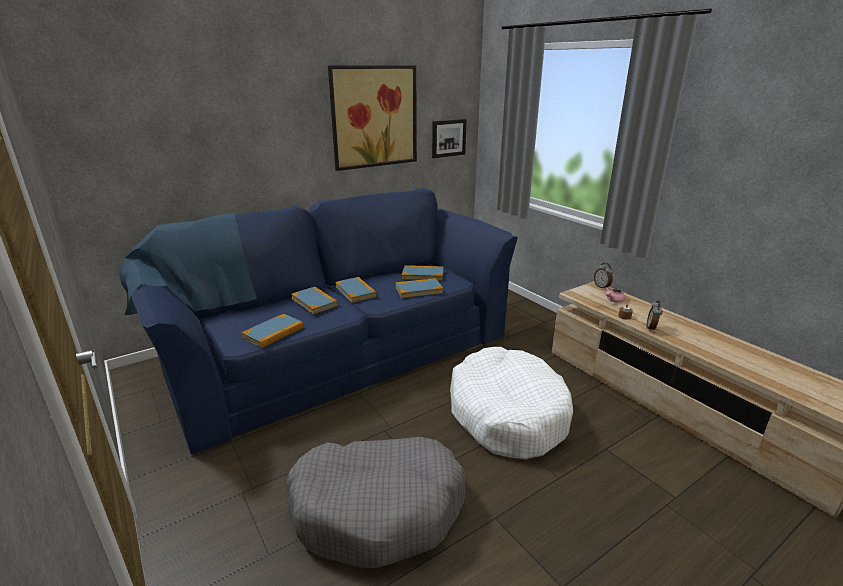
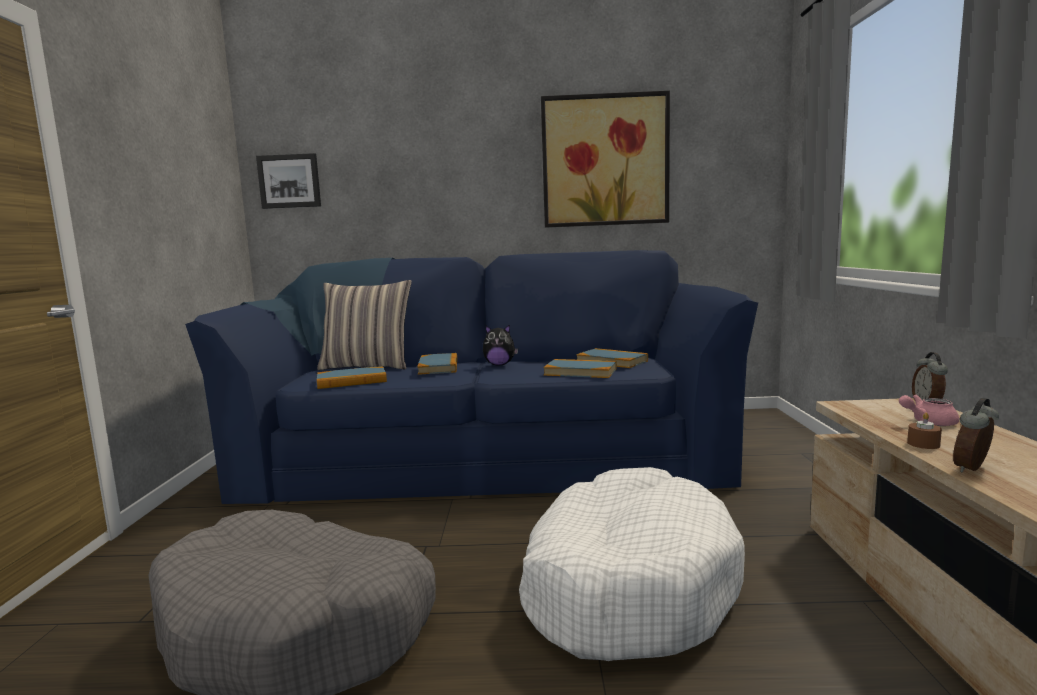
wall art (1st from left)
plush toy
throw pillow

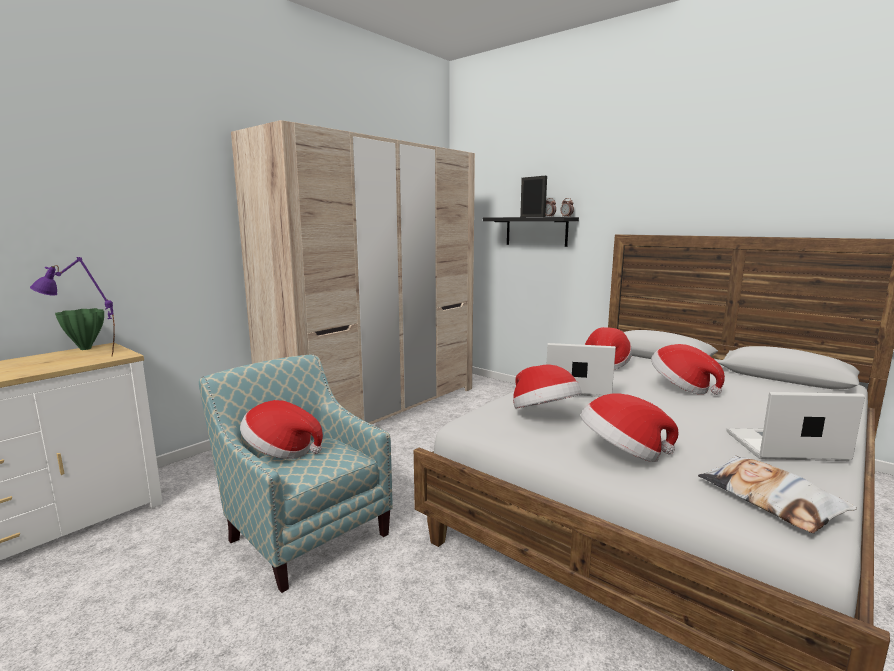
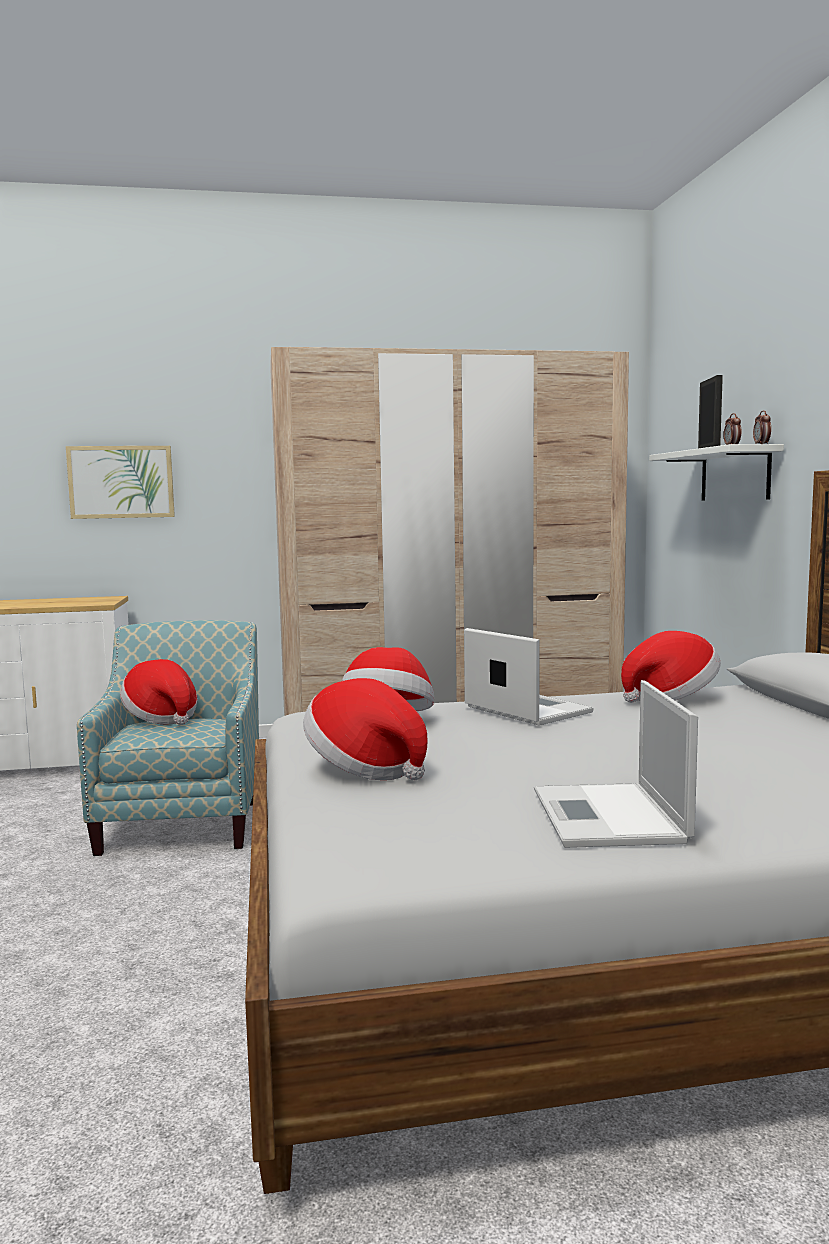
white-coloured bracket shelf
purple table lamp
greenish flower vase
wearable hat (5th from left in the first image)
laptop (2nd from left)
throw pillow
wall art

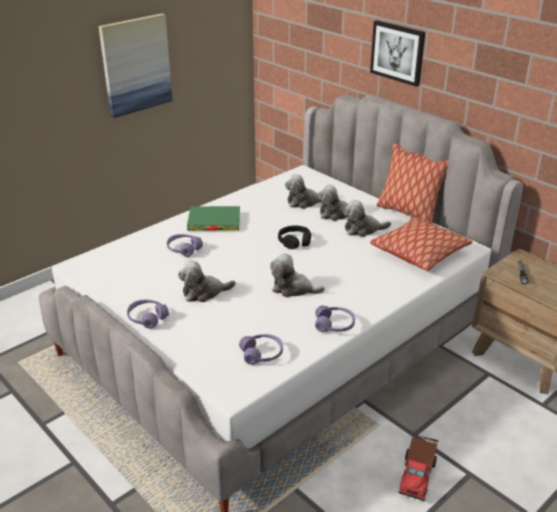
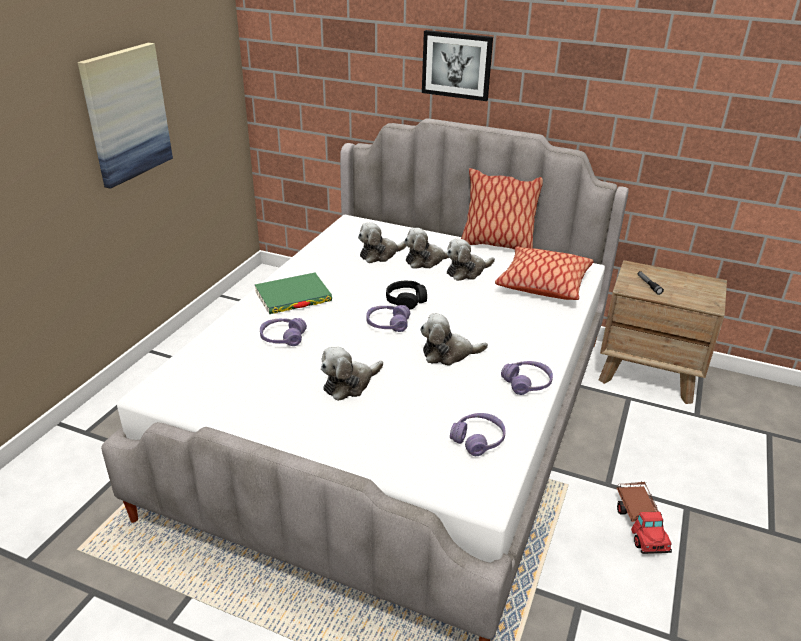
purple pair of headphones (2nd from left)

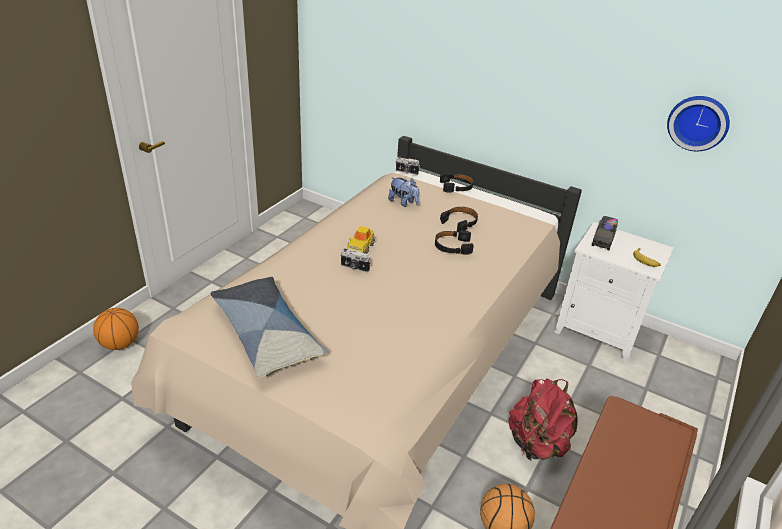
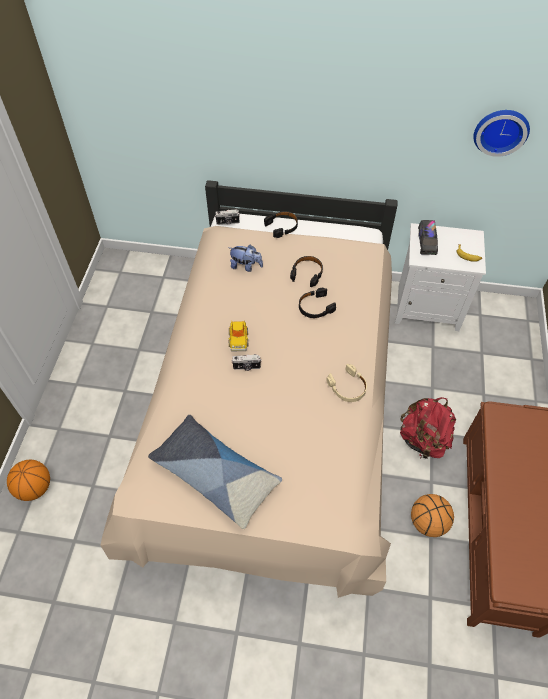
beige-coloured pair of headphones

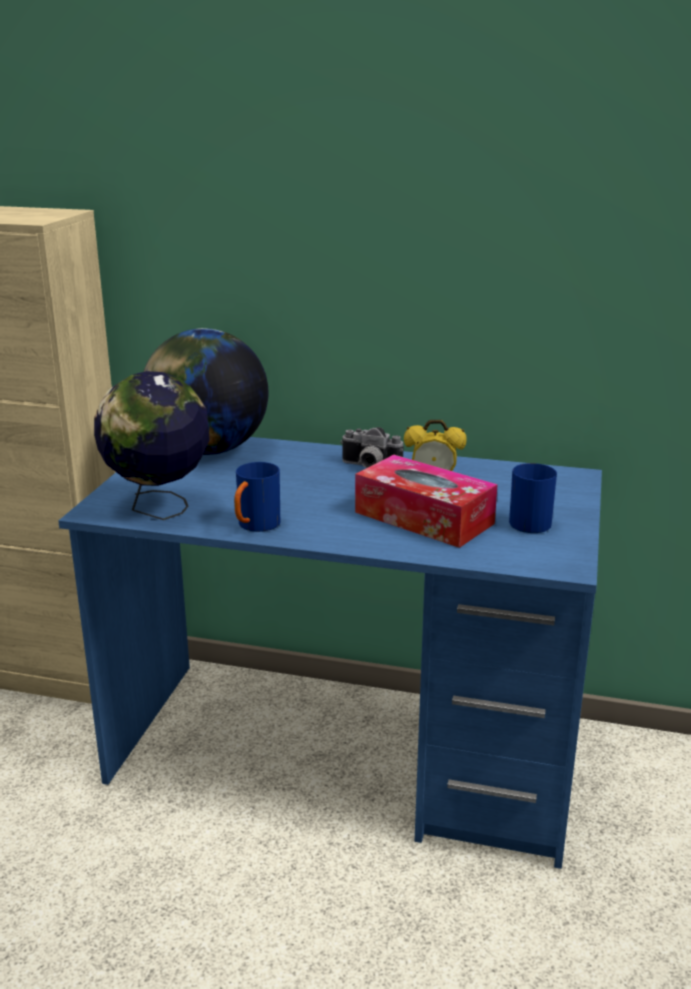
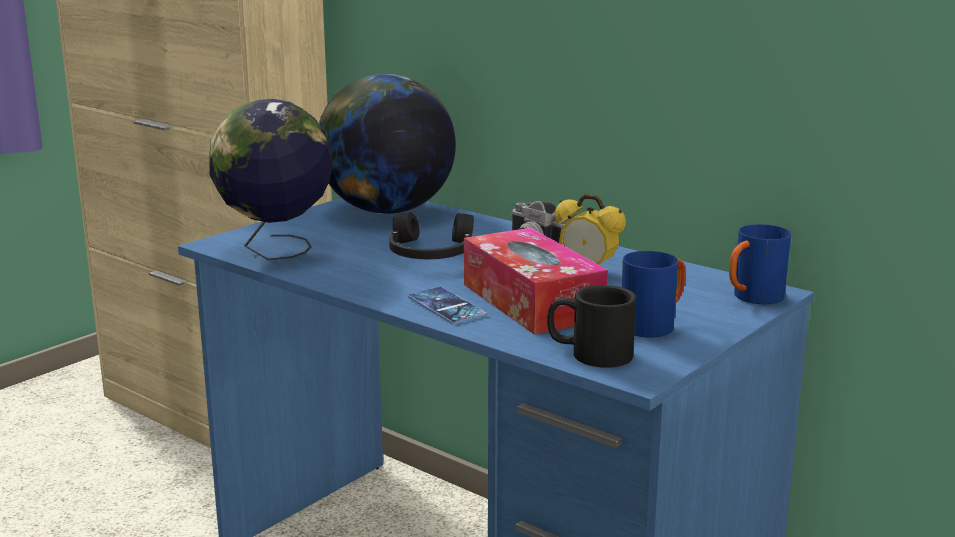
bluish coffee mug (2nd from left)
black-coloured pair of headphones
black-coloured coffee mug
handset

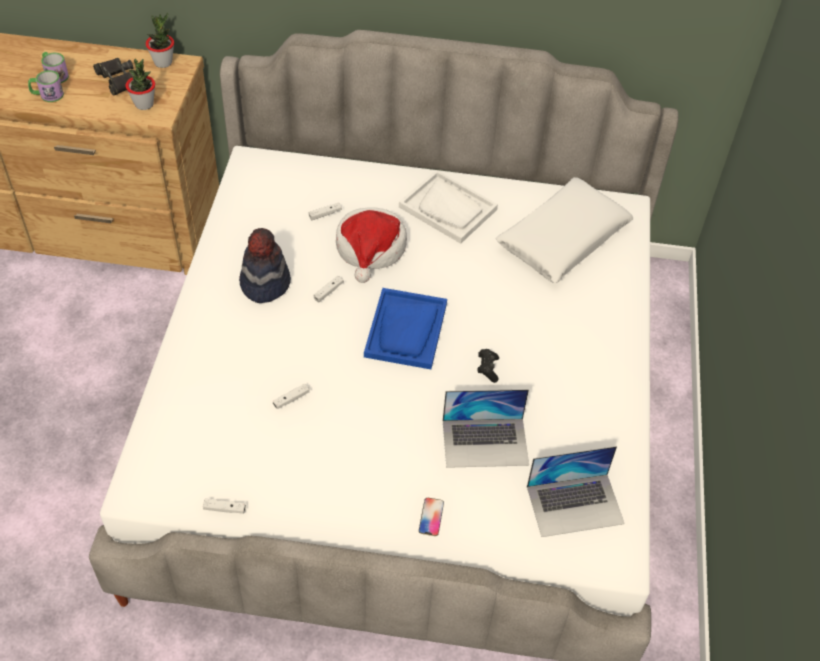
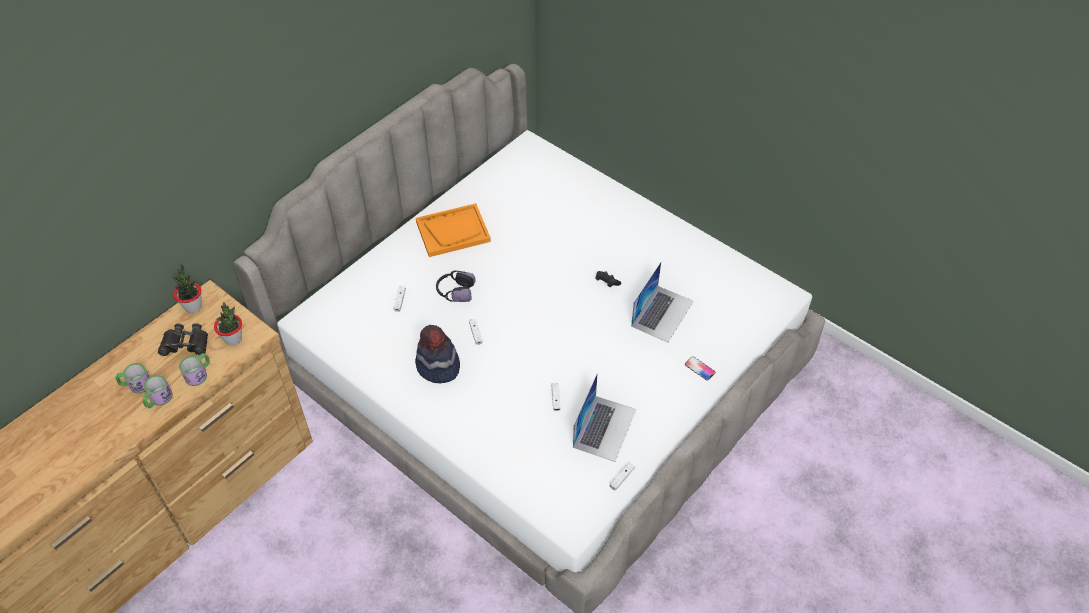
orangey carrying tray
white-coloured throw pillow
pair of headphones
bluish carrying tray
laptop (1st from left)
coffee mug (3rd from left)

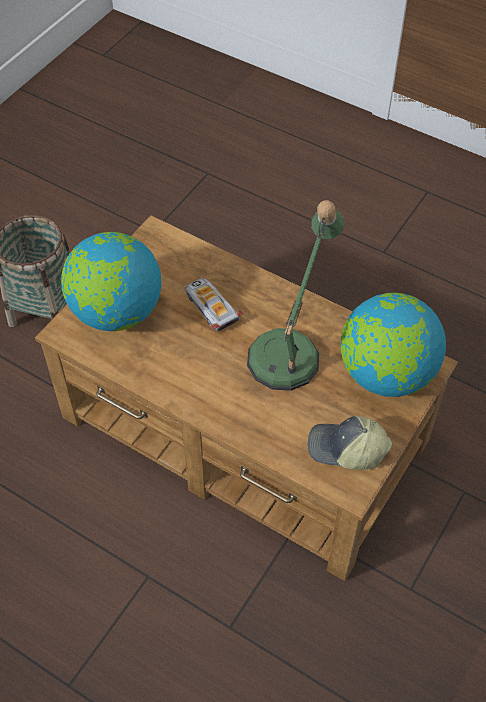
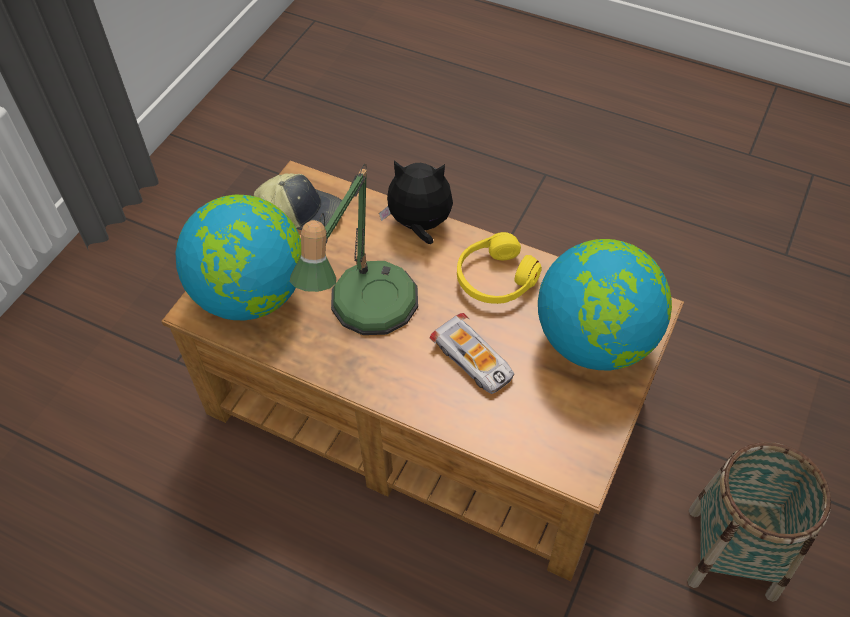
plush toy
yellow-coloured pair of headphones

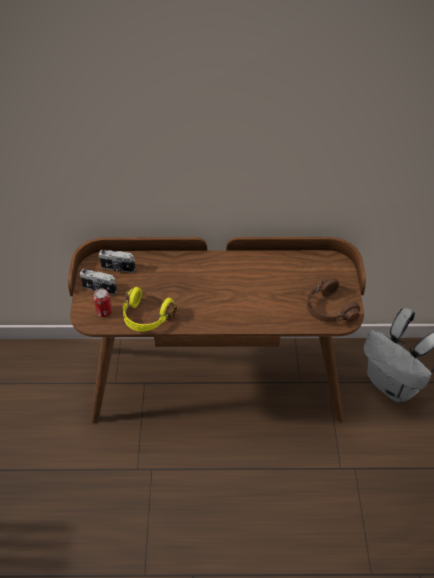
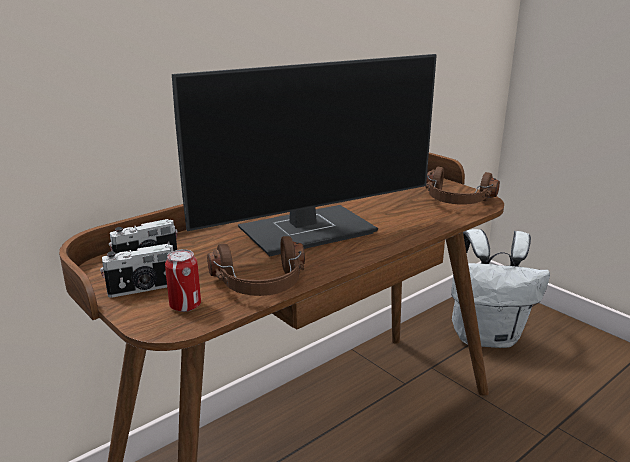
brown pair of headphones (1st from left)
computer display

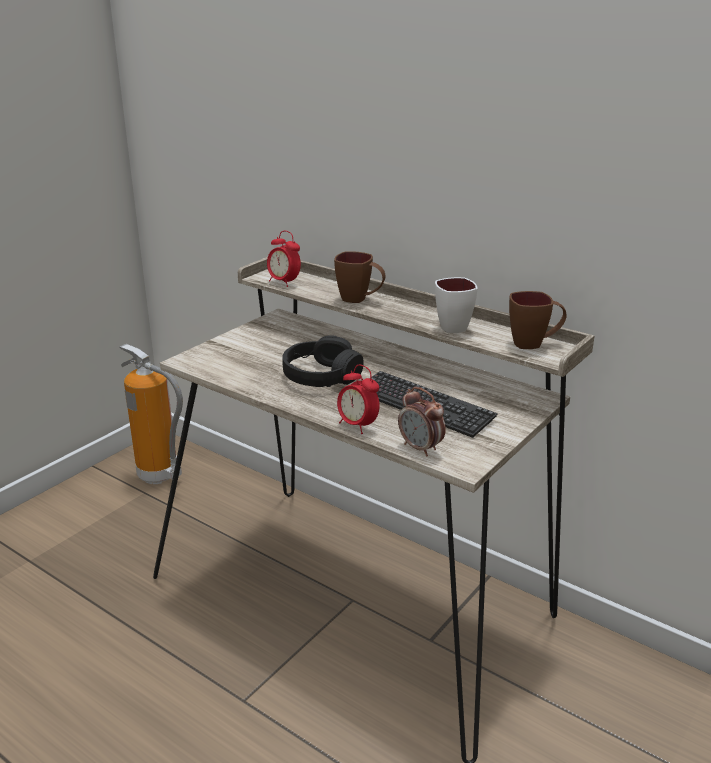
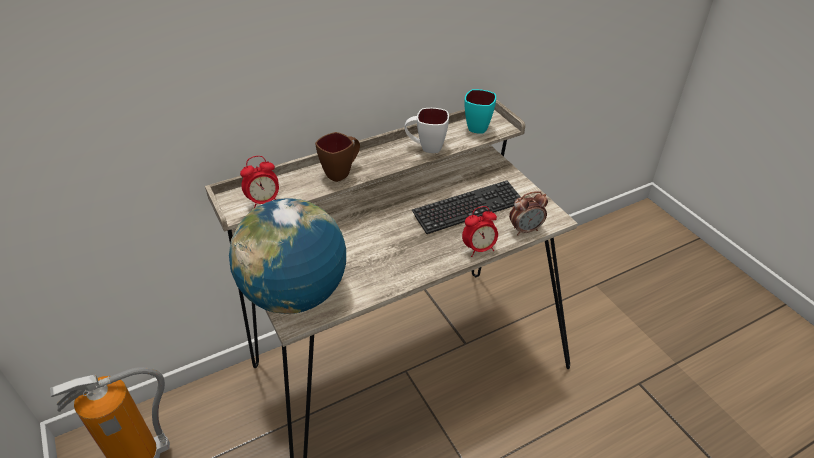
turquoise-coloured coffee mug
black-coloured pair of headphones
desk globe

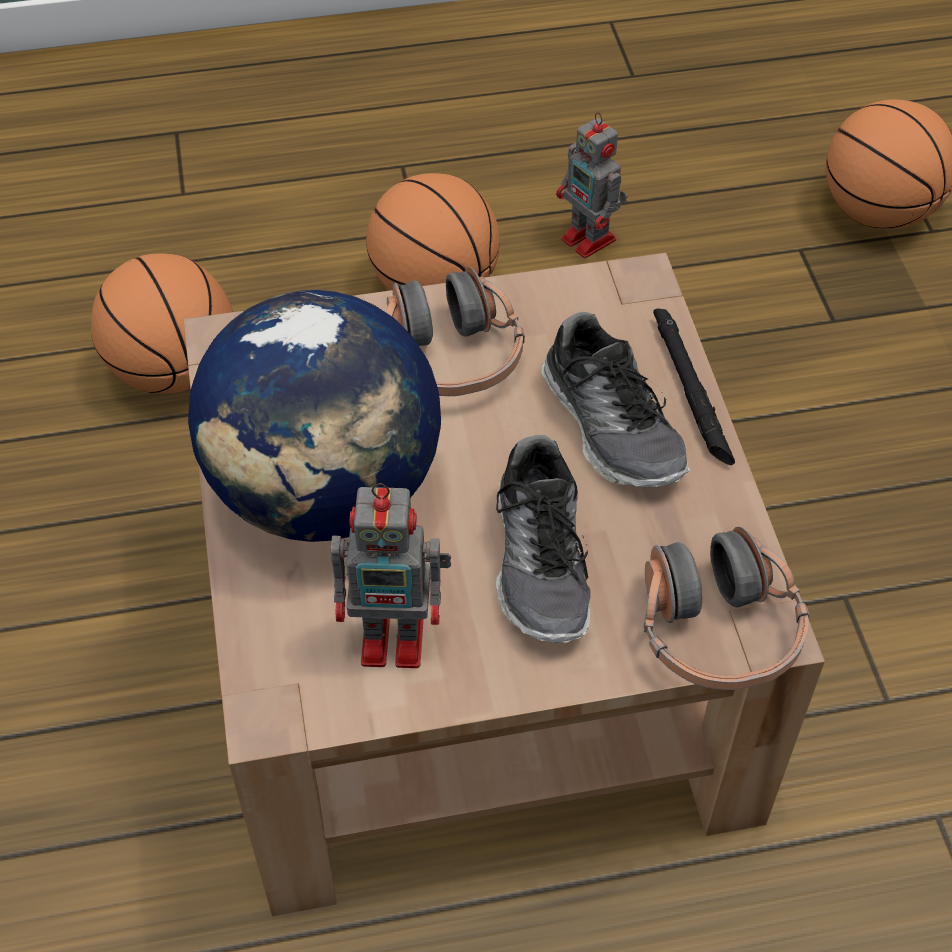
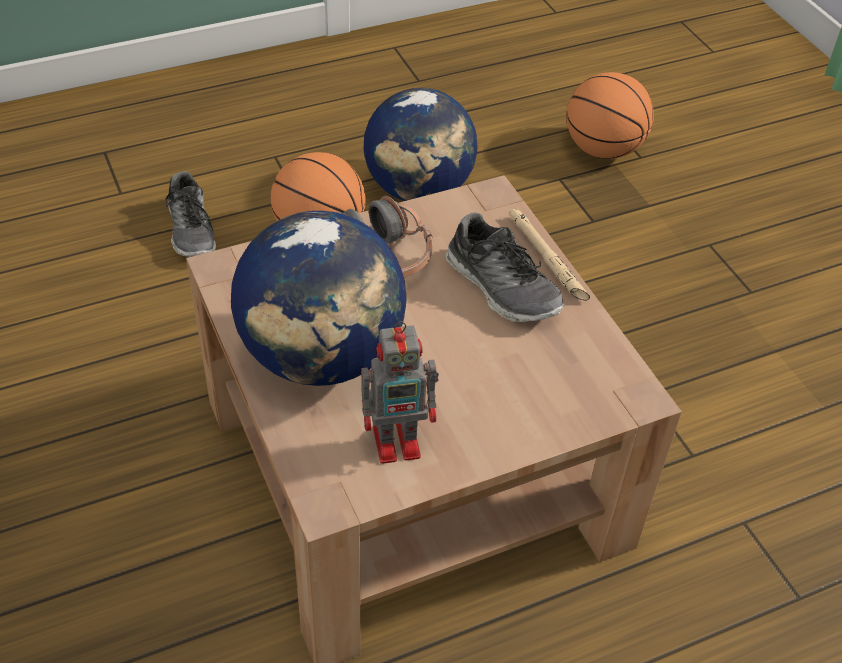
desk globe (2nd from left)
basketball (1st from left in the first image)
beige-coloured flashlight
low shoe (1st from left)
pair of headphones (2nd from left in the first image)

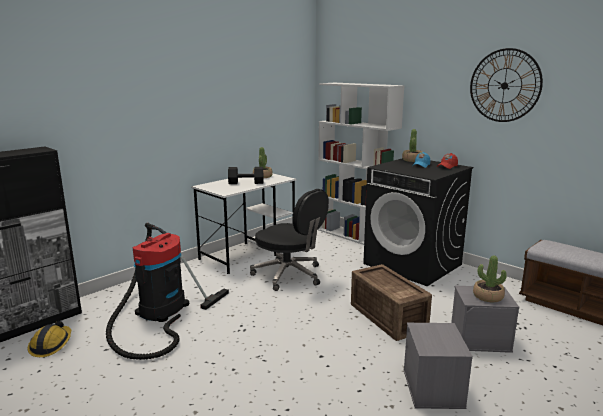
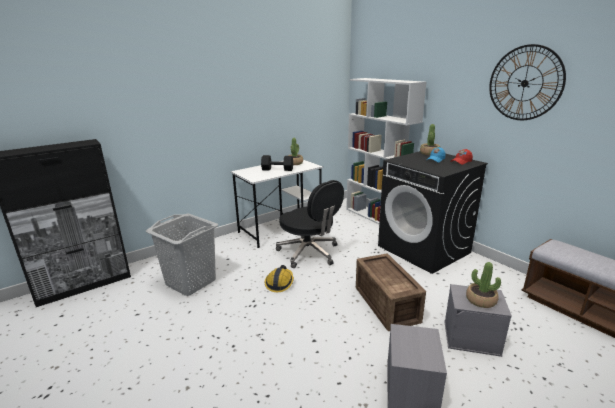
greyish hamper
work helmet

